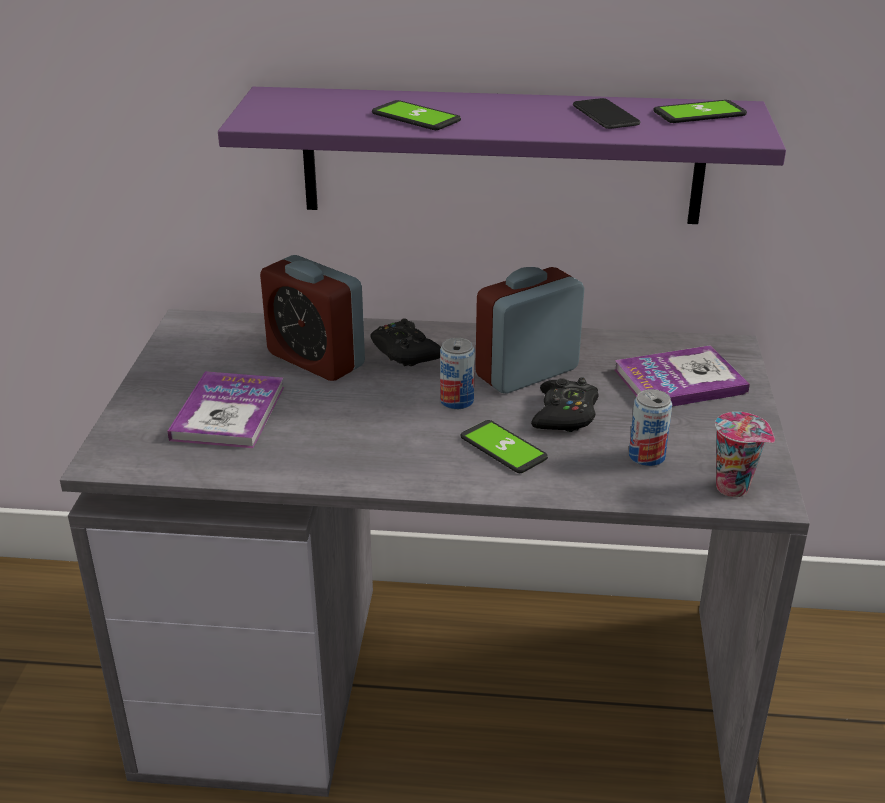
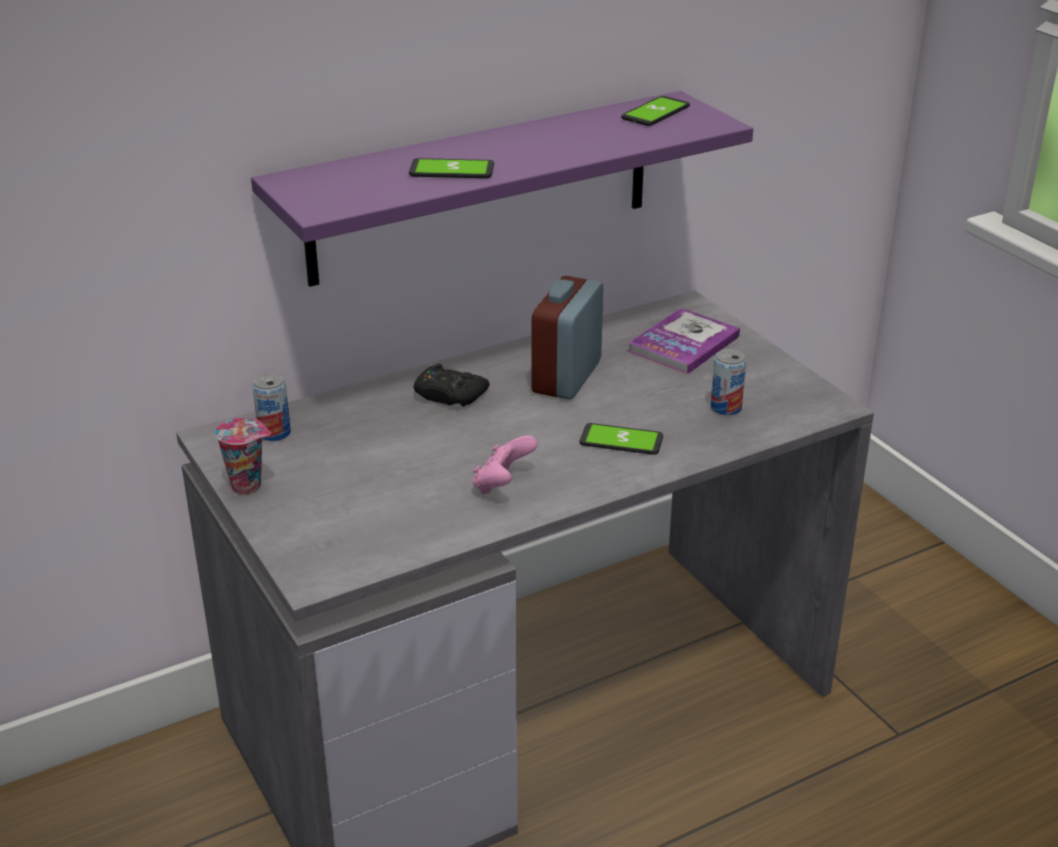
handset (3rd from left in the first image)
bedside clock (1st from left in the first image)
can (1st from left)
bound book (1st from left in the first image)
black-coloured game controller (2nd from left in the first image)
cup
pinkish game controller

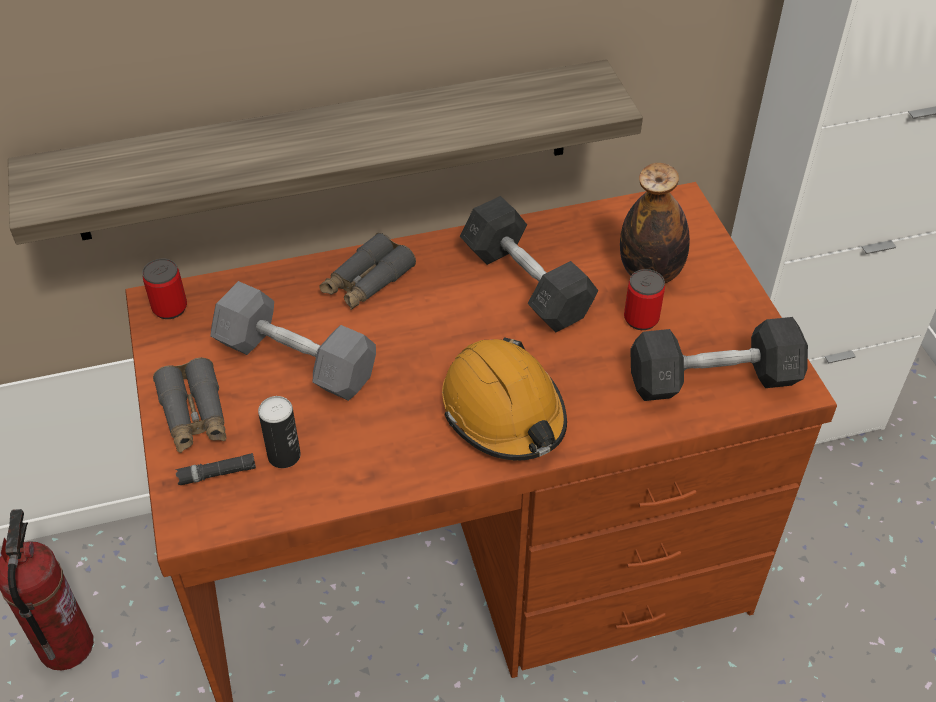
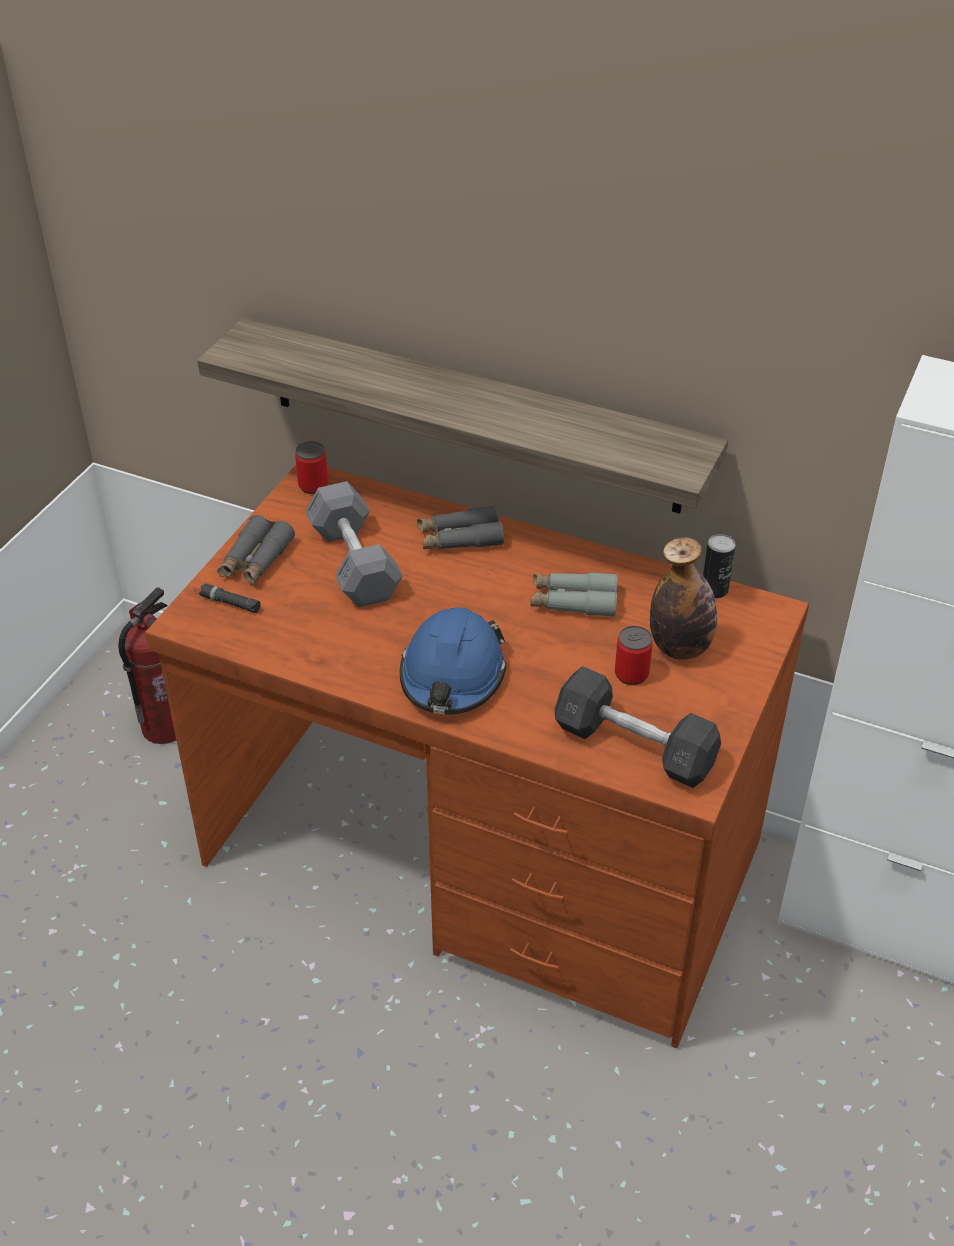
greyish binoculars (3rd from left)
bluish work helmet
can (3rd from left)

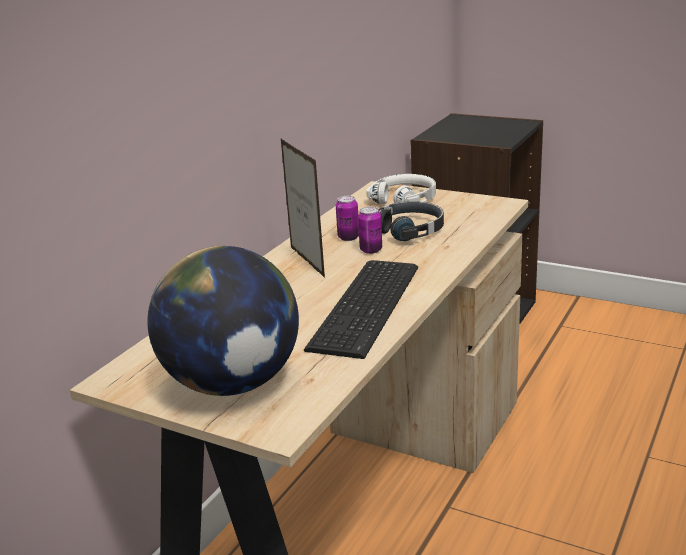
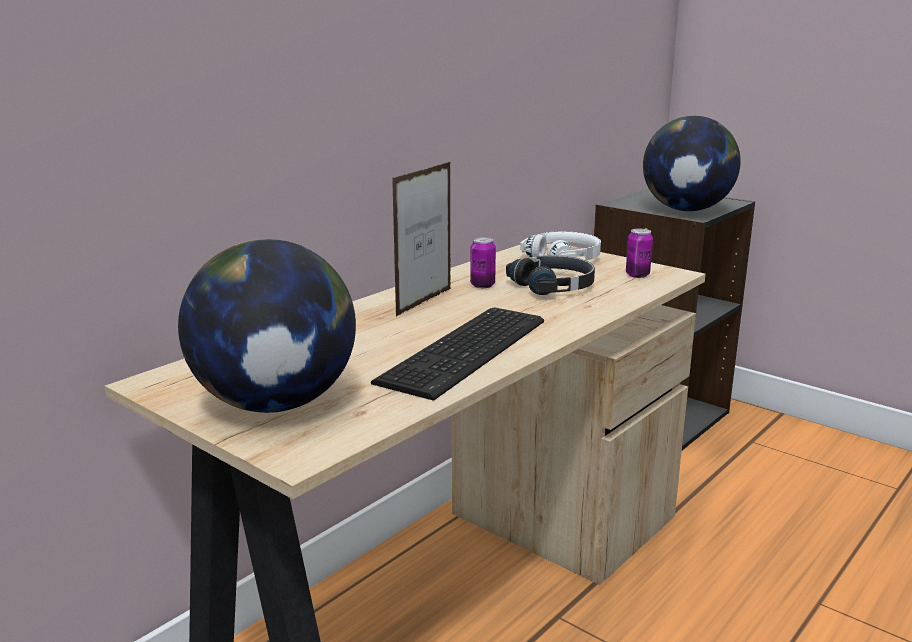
picture frame
can (2nd from left)
desk globe (2nd from left)

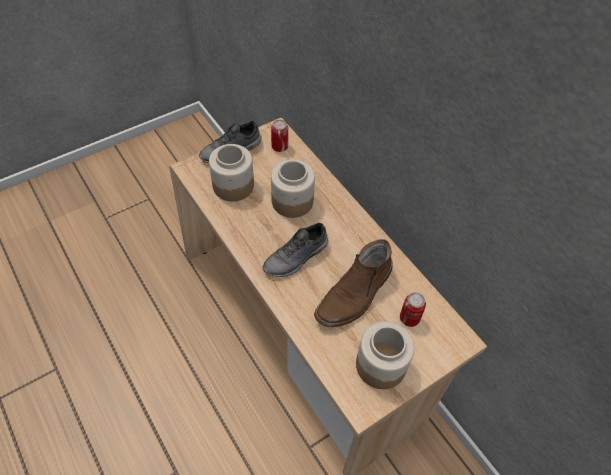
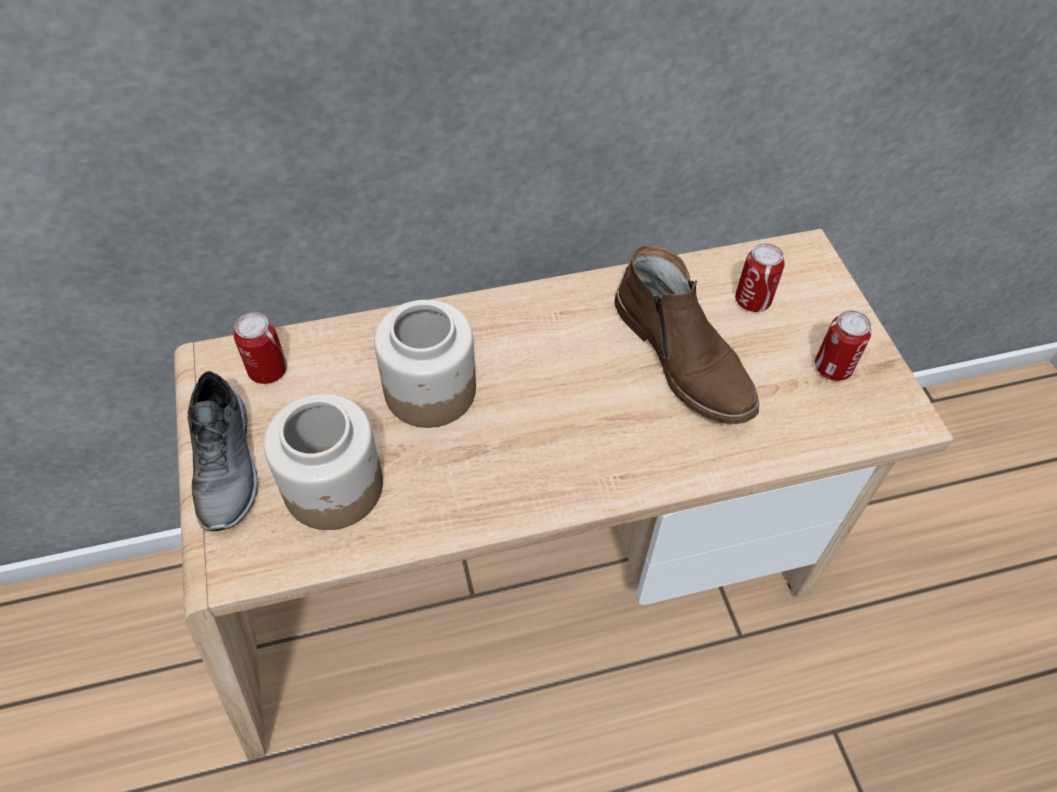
greyish low shoe (2nd from left in the first image)
can (3rd from left)

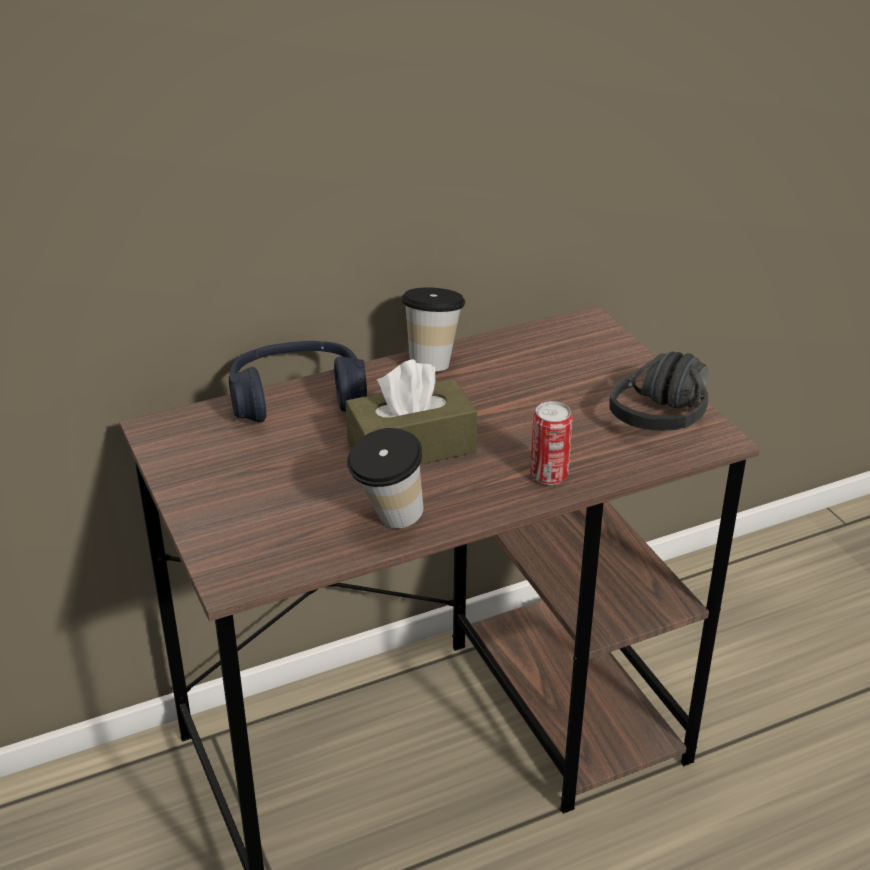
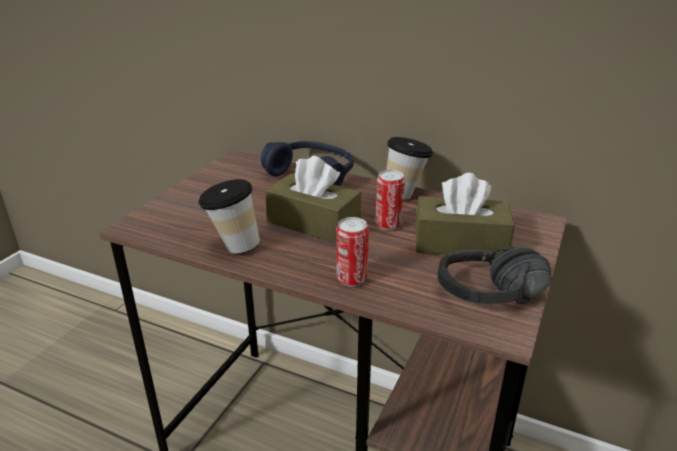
can (2nd from left)
brown box of tissues (2nd from left)

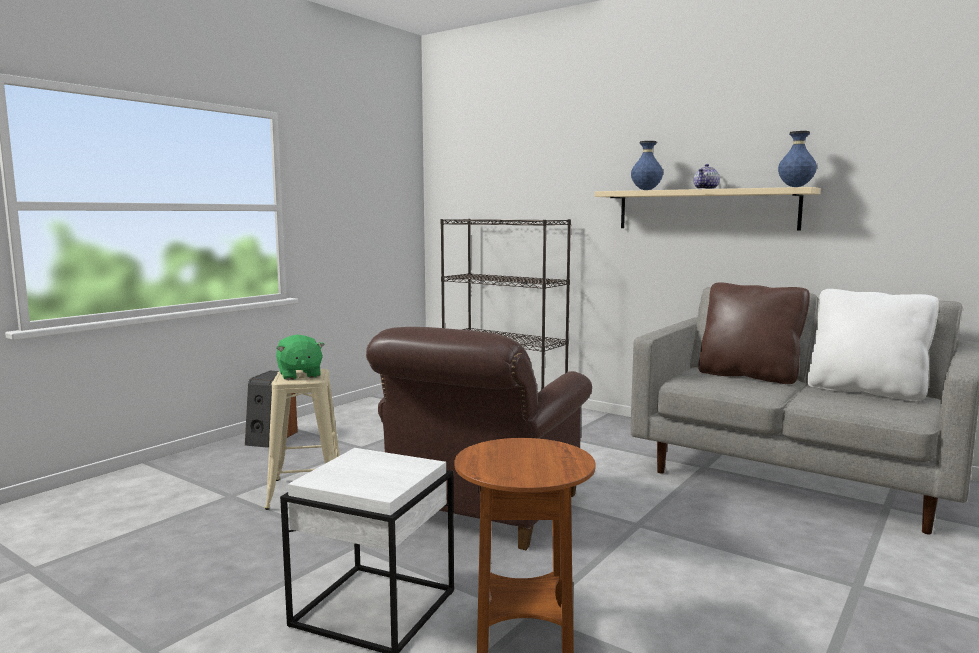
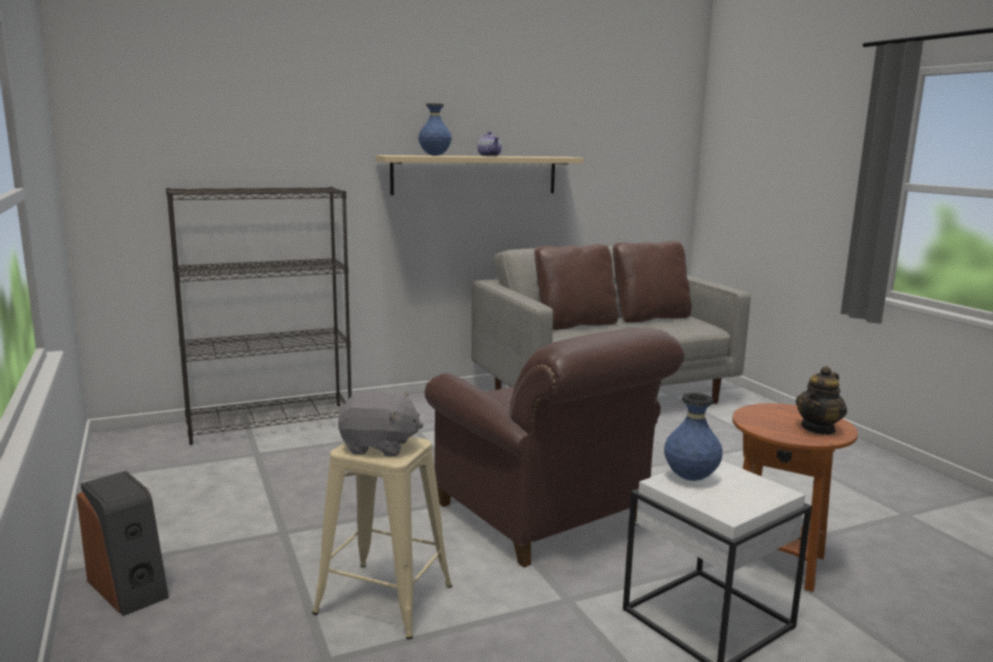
bluish flower vase (2nd from left)
brown throw pillow (2nd from left)
greyish plush toy
teapot (2nd from left)

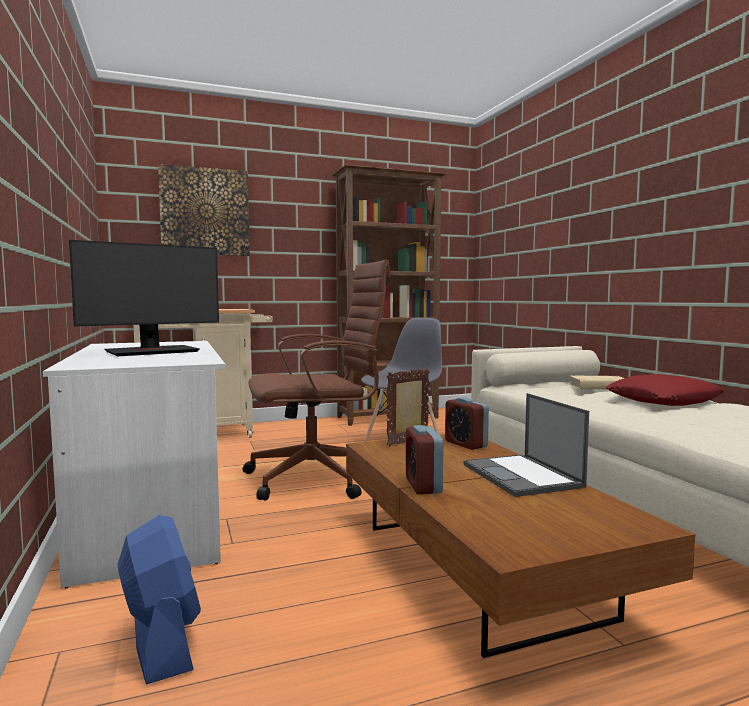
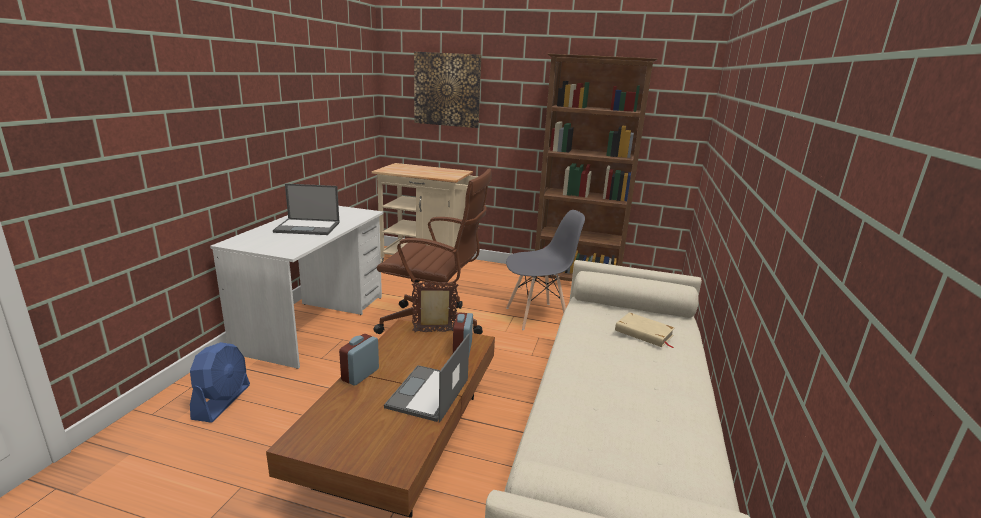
laptop (1st from left)
red-coloured throw pillow

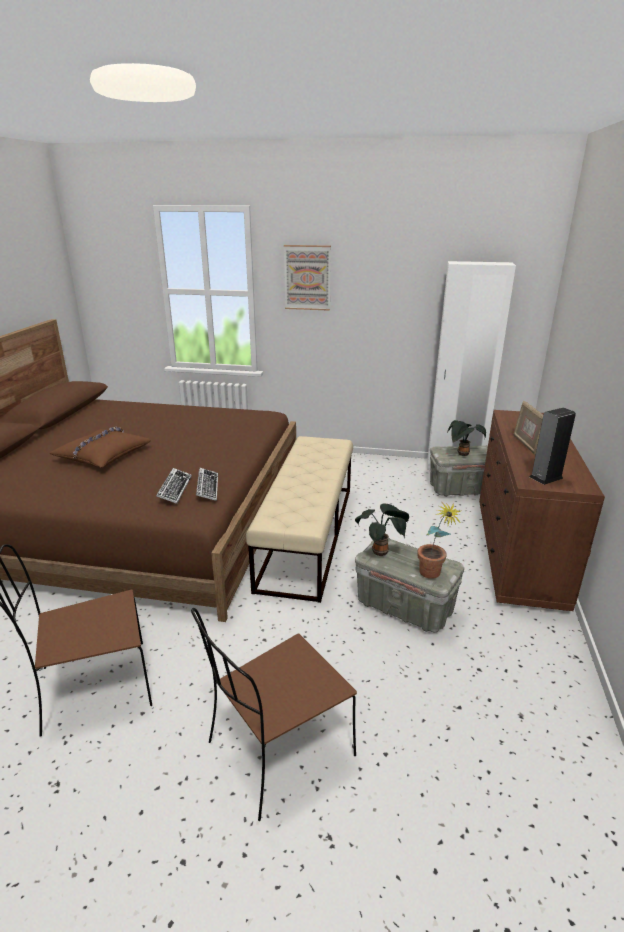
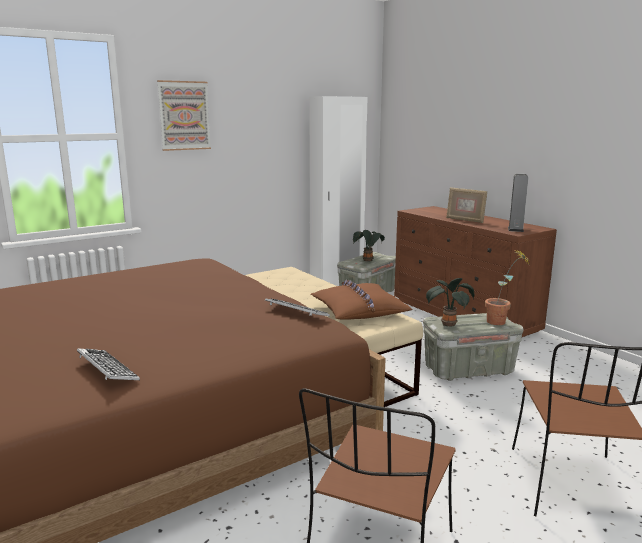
brown throw pillow
PC keyboard (1st from left)

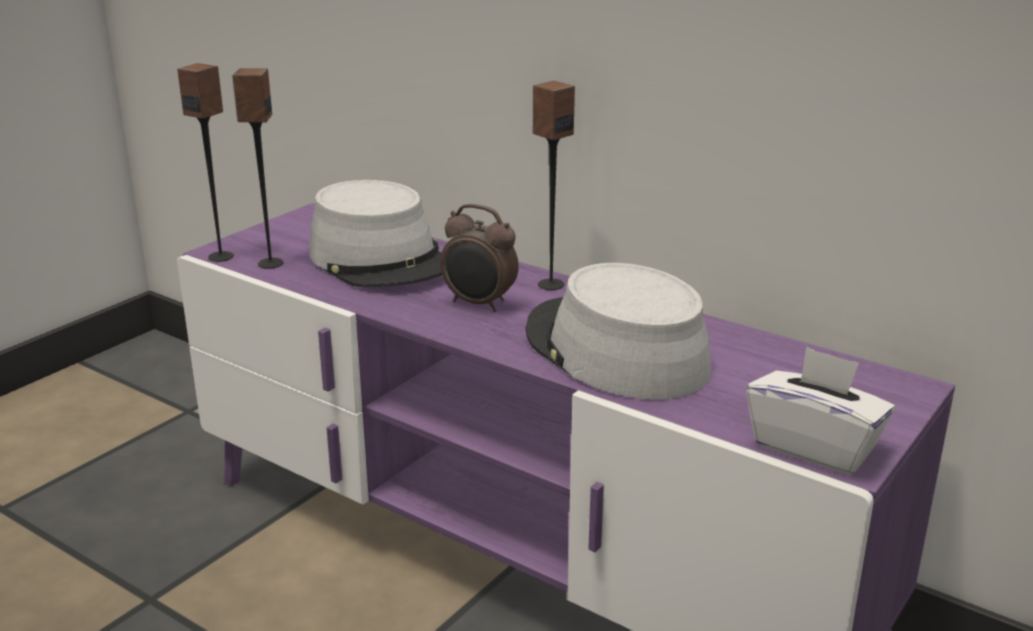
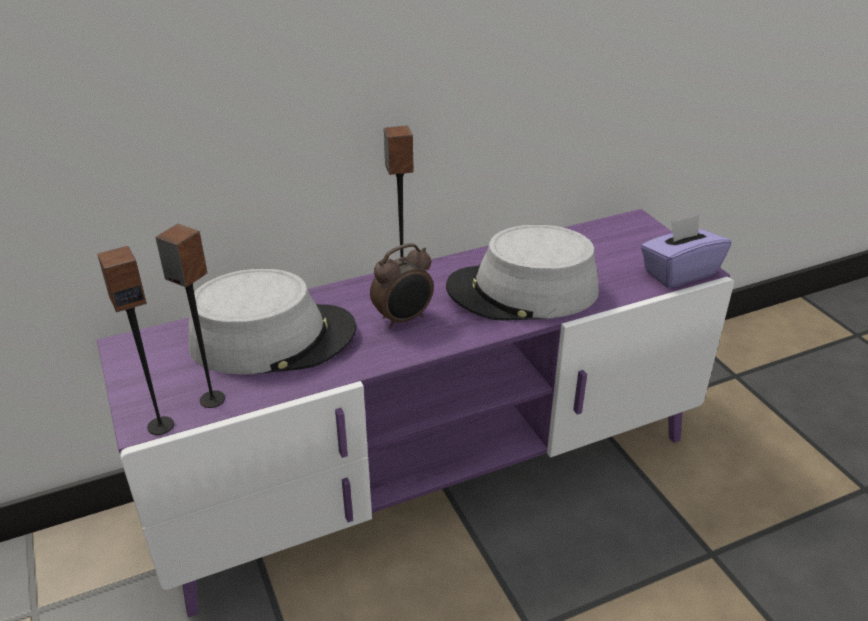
purple box of tissues

